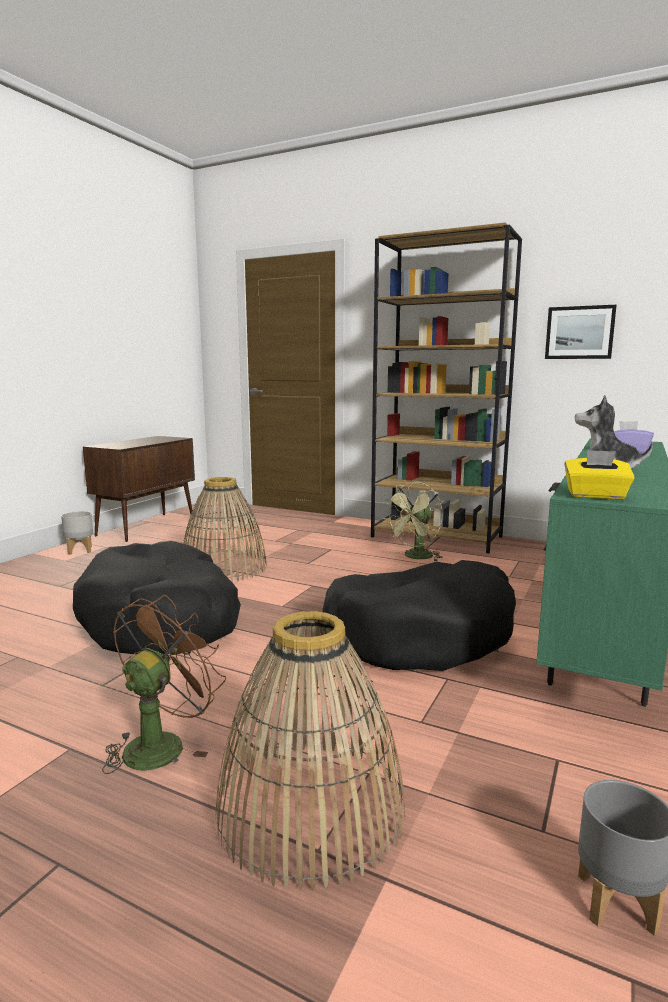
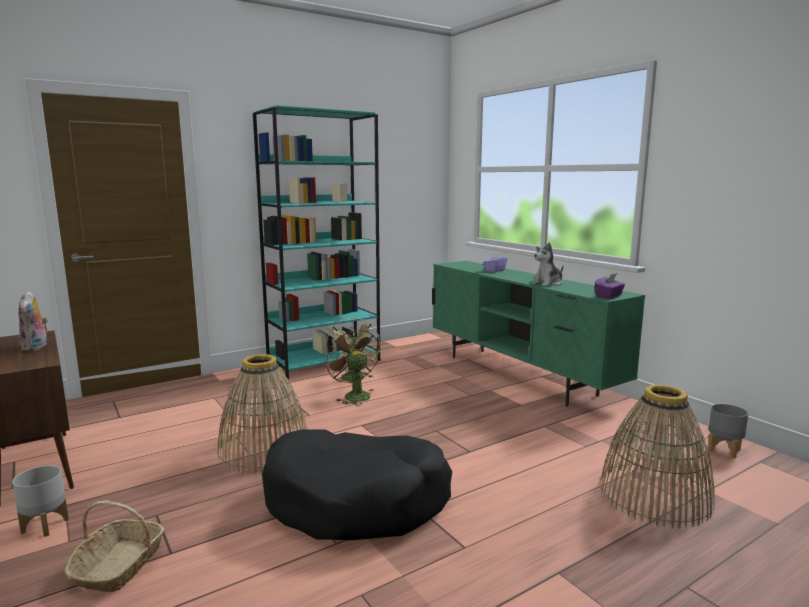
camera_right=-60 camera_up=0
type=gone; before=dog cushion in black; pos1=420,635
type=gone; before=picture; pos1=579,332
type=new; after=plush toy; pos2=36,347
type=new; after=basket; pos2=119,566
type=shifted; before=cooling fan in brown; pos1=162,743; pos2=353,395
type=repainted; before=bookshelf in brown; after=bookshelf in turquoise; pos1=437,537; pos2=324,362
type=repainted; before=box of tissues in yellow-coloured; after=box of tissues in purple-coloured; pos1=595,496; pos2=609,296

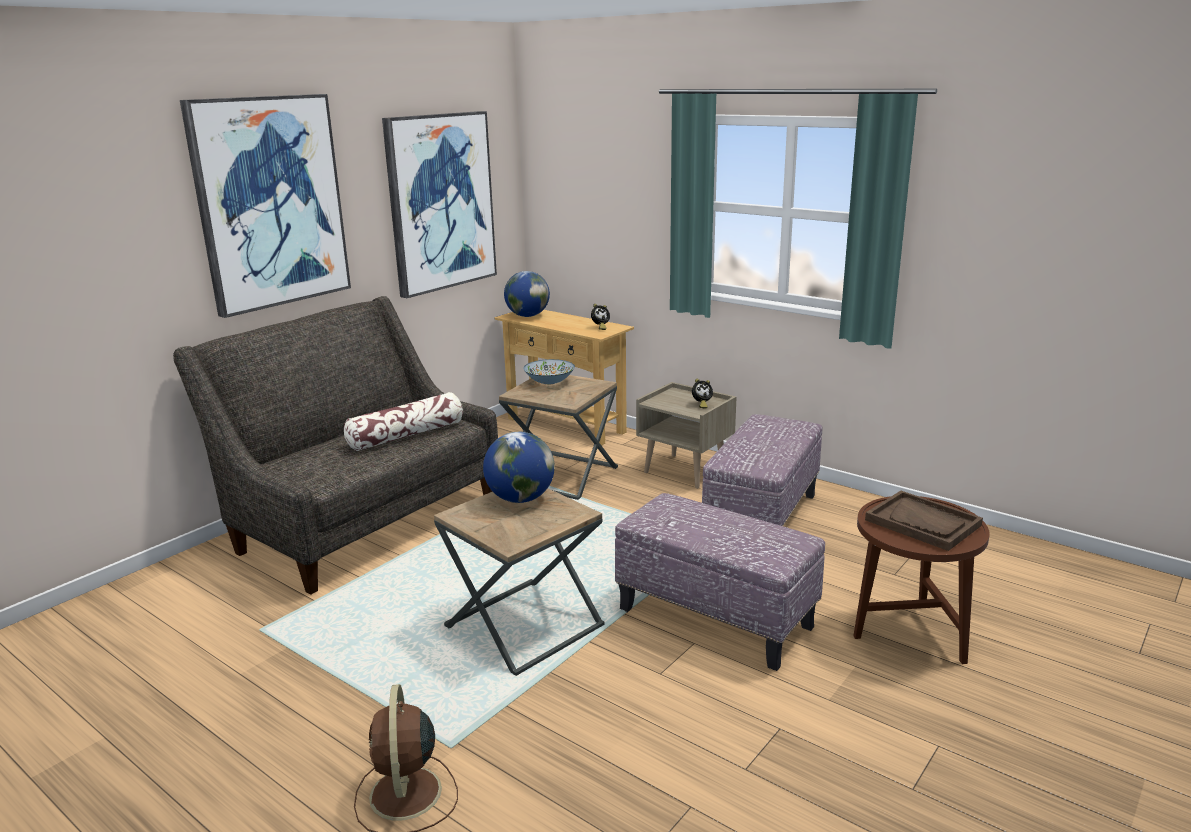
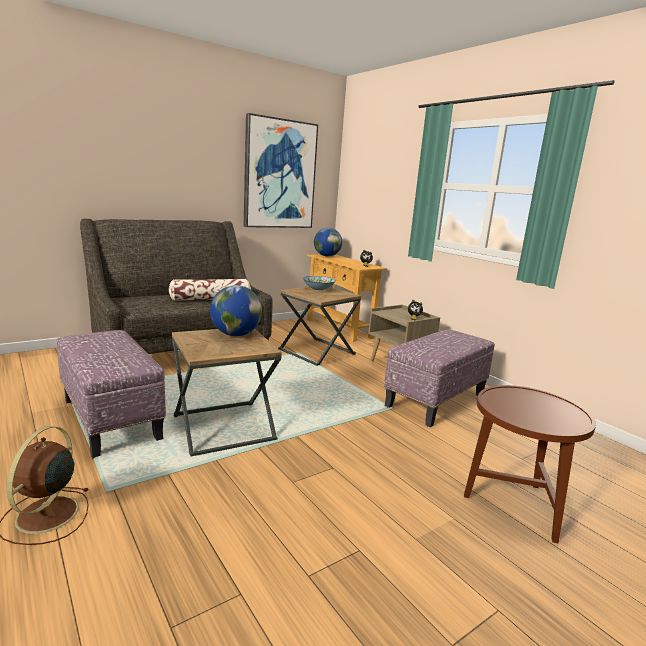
camera_right=15 camera_up=-5
type=gone; before=picture; pos1=270,202
type=gone; before=tray in brown; pos1=923,523
type=shifted; before=pouffe; pos1=716,618; pos2=112,419

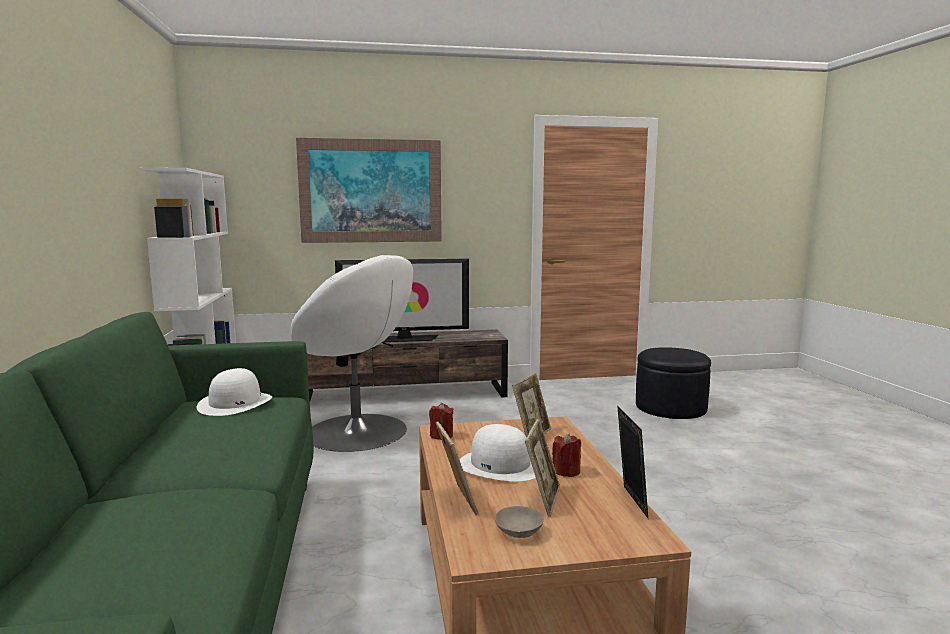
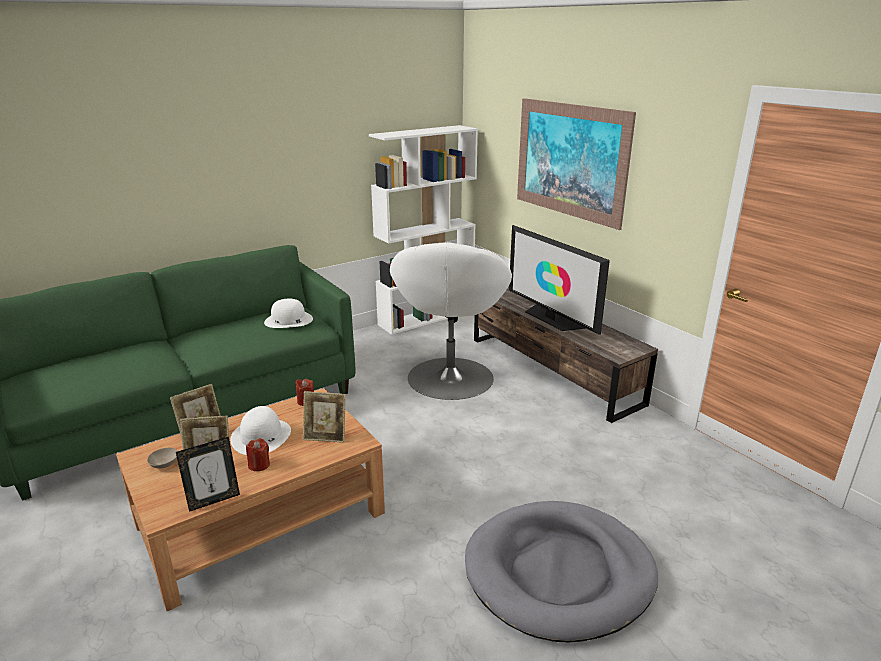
camera_right=65 camera_up=15
type=gone; before=pouffe in black; pos1=670,407
type=new; after=dog cushion in gray; pos2=559,573

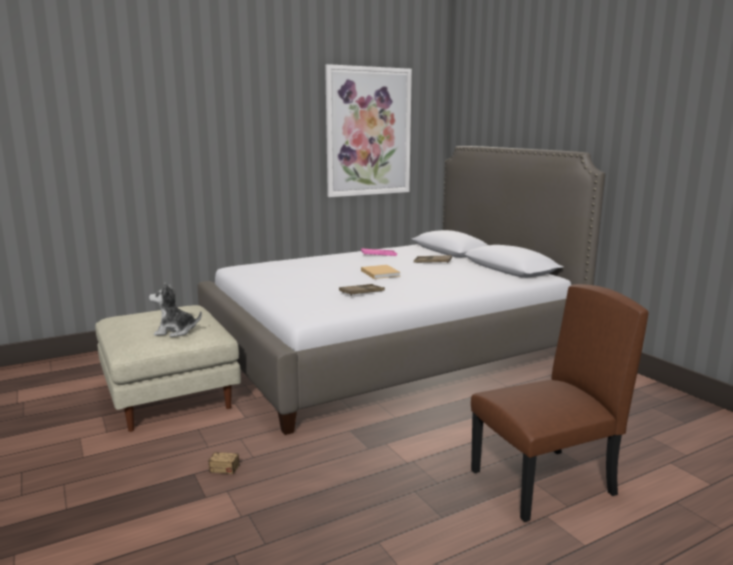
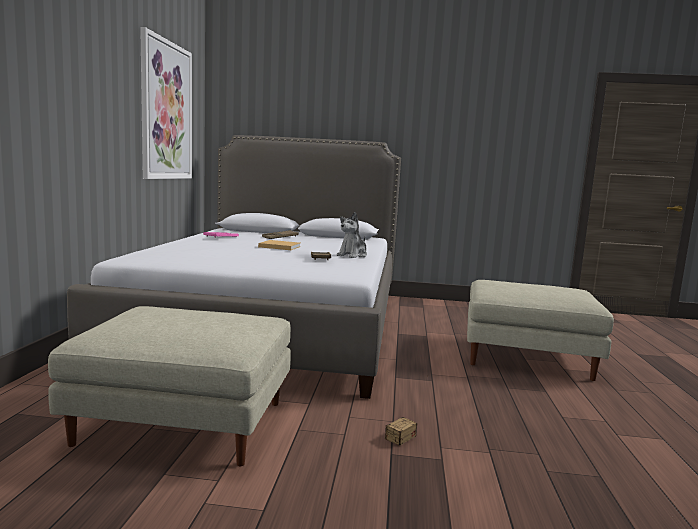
camera_right=-55 camera_up=-5
type=shifted; before=plush toy; pos1=175,331; pos2=352,255
type=swapped; before=upright chair in brown; after=pouffe in sand-coloured; pos1=543,483; pos2=528,357

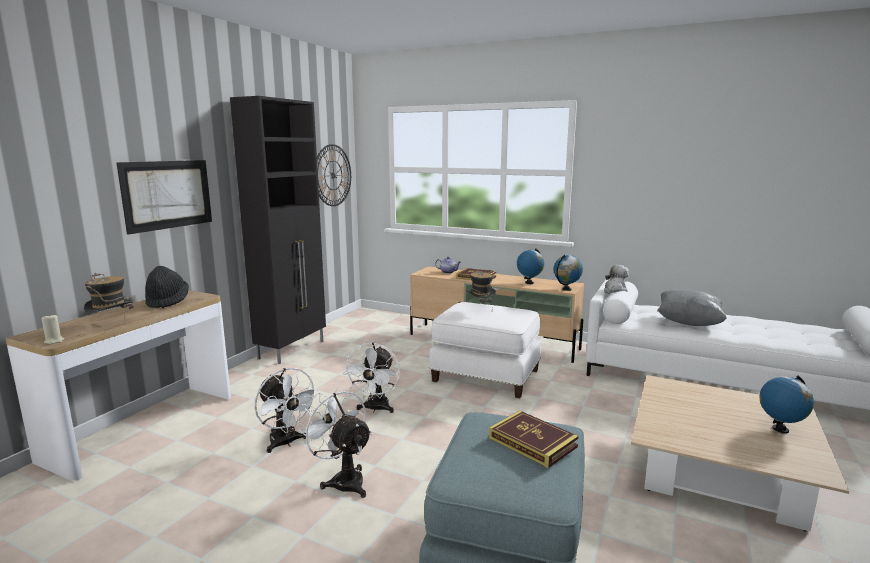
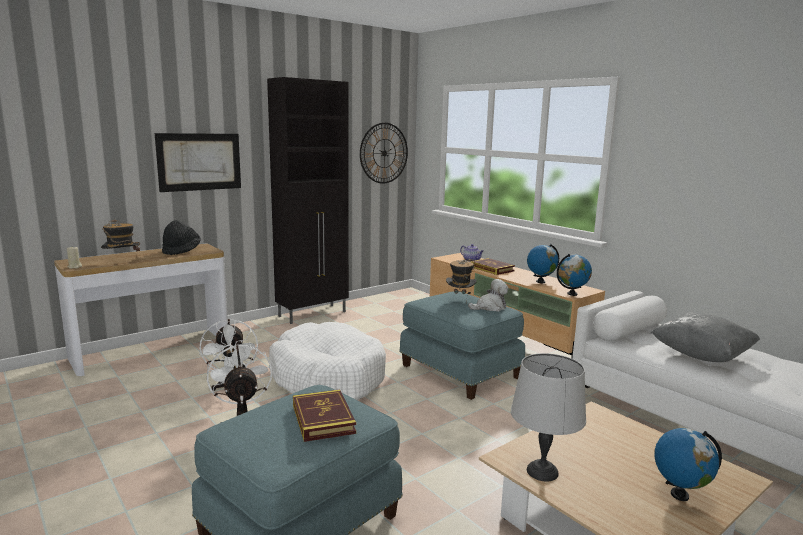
camera_right=25 camera_up=0
type=new; after=lamp for a table in gray; pos2=542,472
type=shifted; before=plush toy; pos1=614,290; pos2=490,307
type=swapped; before=cooling fan in white; after=dog cushion in white; pos1=375,409; pos2=327,377
type=repainted; before=pouffe in white; after=pouffe in bluish; pos1=485,376; pos2=459,372

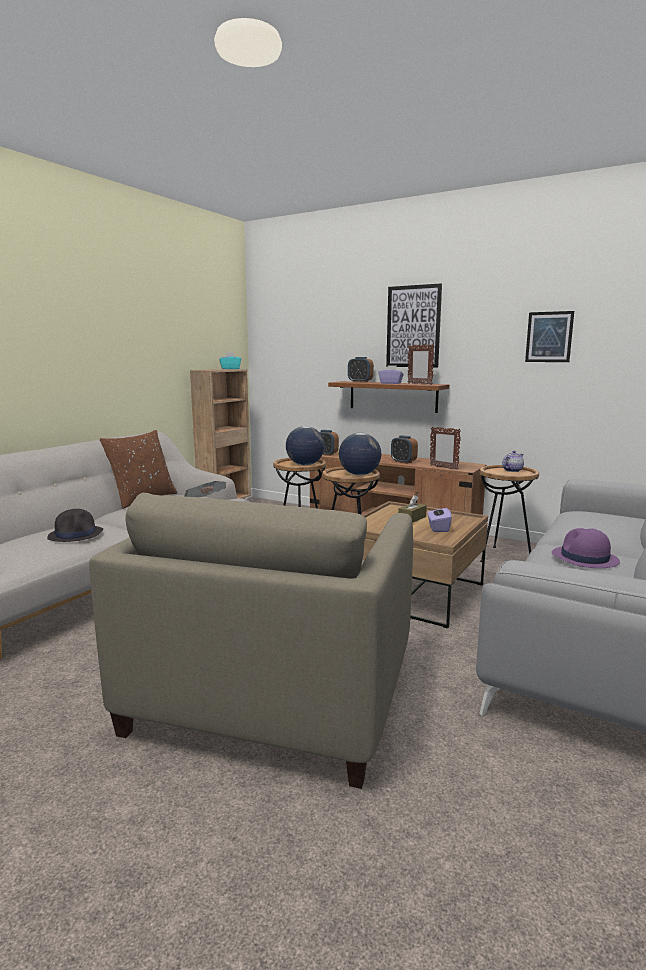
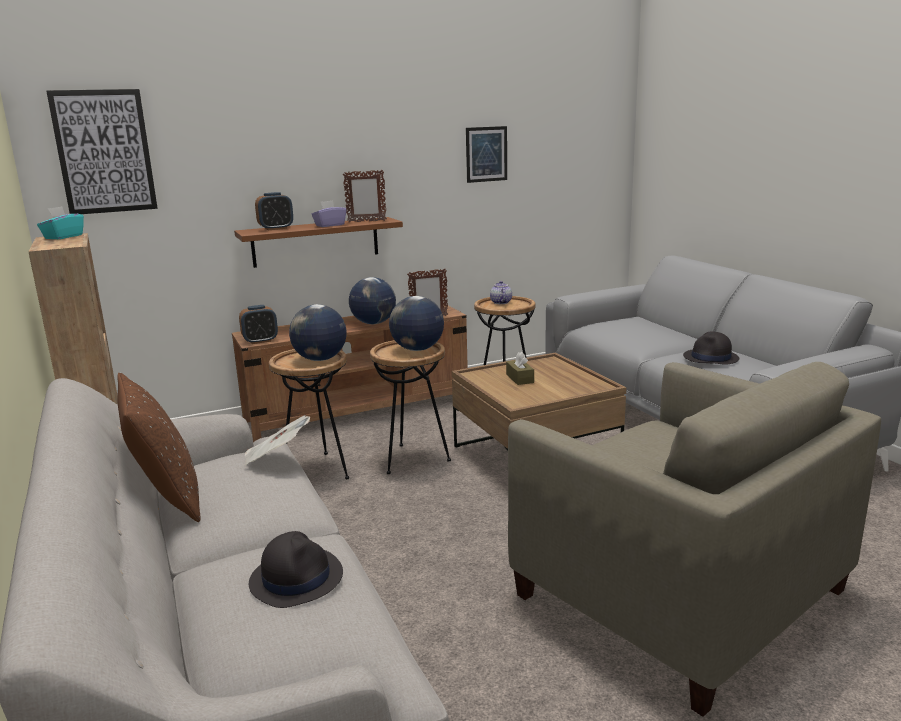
camera_right=-55 camera_up=5
type=gone; before=box of tissues in purple-coloured; pos1=438,528
type=shifted; before=picture; pos1=413,326; pos2=104,152
type=swapped; before=bedside clock; after=desk globe; pos1=403,462; pos2=374,323
type=repainted; before=wearable hat in purple-coloured; after=wearable hat in black; pos1=584,558; pos2=711,358

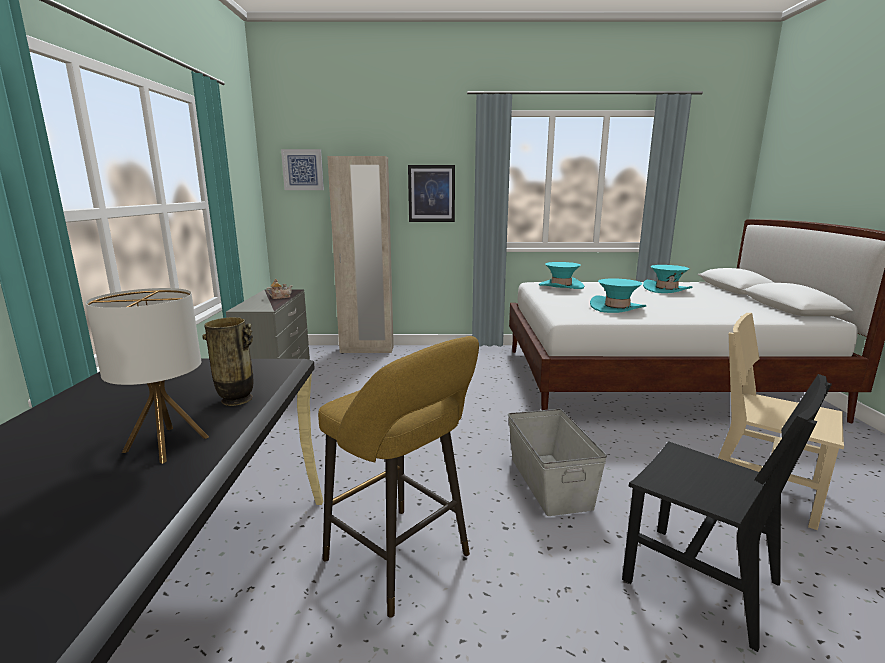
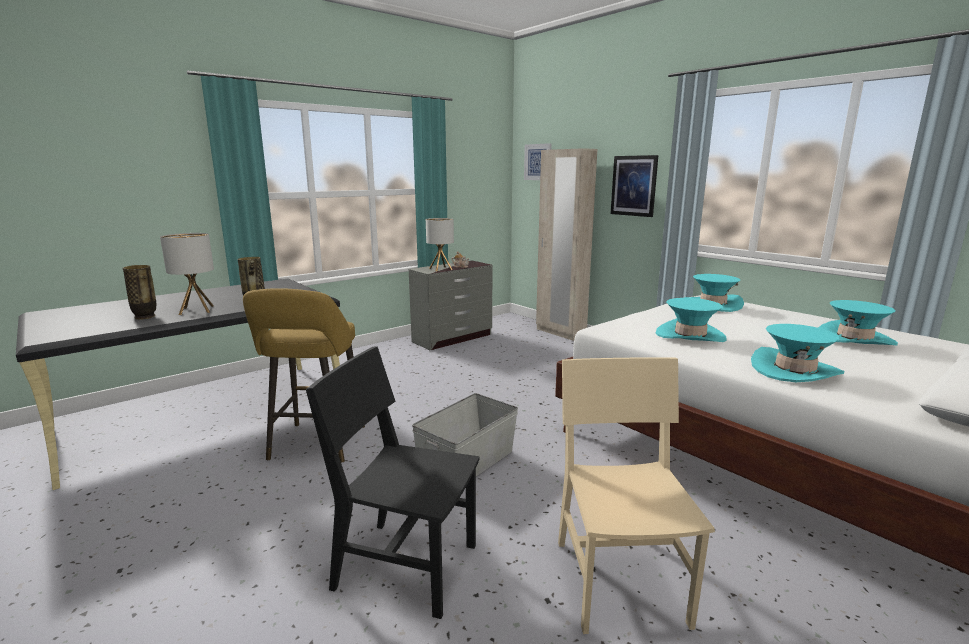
camera_right=50 camera_up=0
type=new; after=flower vase; pos2=145,317
type=new; after=lamp for a table; pos2=440,269
type=new; after=wearable hat in turquoise; pos2=794,370
type=rotated; before=upright chair in black; pos1=700,581; pos2=406,566; turn=105

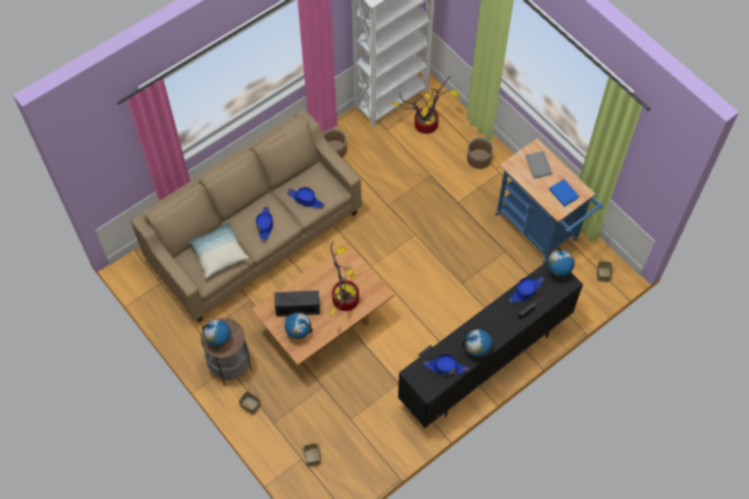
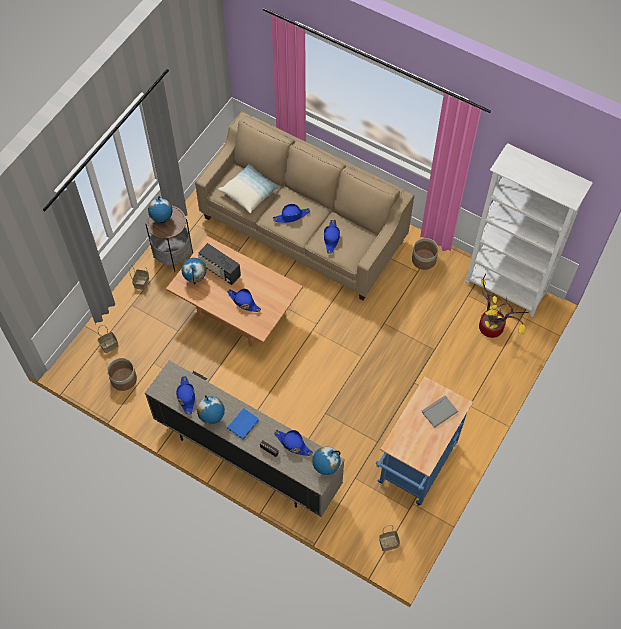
camera_right=70 camera_up=0
type=shifted; before=flower pot; pos1=478,159; pos2=123,379
type=shifted; before=volume in bluish; pos1=563,193; pos2=244,424
type=swapped; before=plant in a pot; after=wearable hat in bluish; pos1=343,298; pos2=243,302
type=repainted; before=media console in black; after=media console in sand-coloured; pos1=484,364; pos2=246,458
type=rotated; before=radio; pos1=298,308; pos2=220,271; turn=150

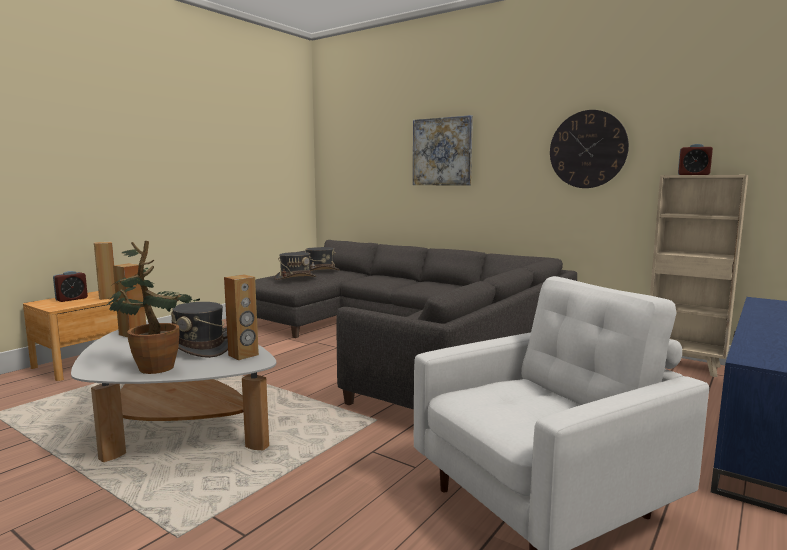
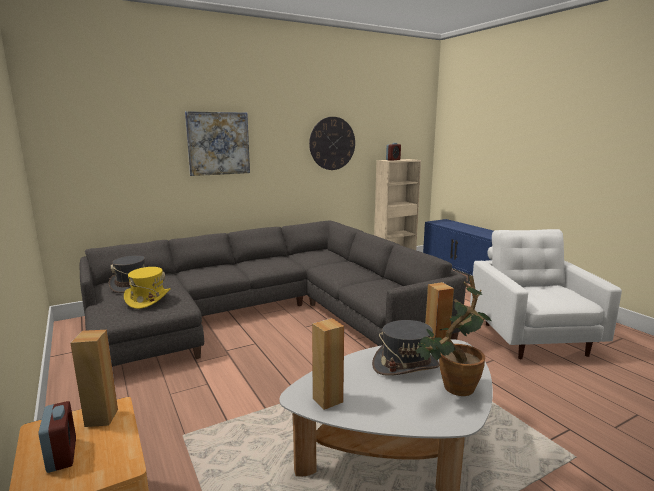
camera_right=-65 camera_up=5
type=repainted; before=wearable hat in gray; after=wearable hat in yellow-coloured; pos1=295,278; pos2=148,299

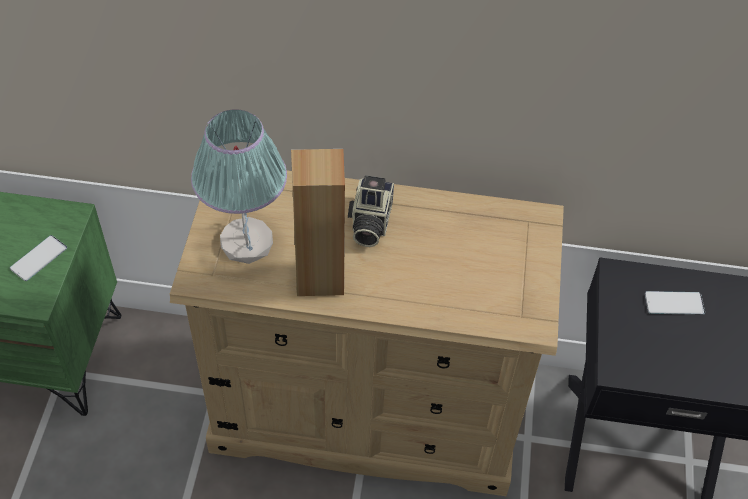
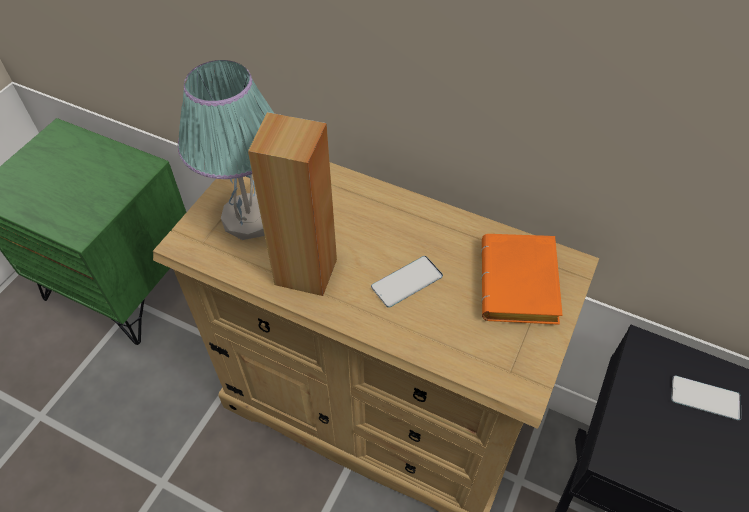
camera_right=20 camera_up=0
type=gone; before=photo camera; pos1=369,223
type=new; after=volume in orangey; pos2=521,287
type=shifted; before=handset; pos1=39,258; pos2=407,281

